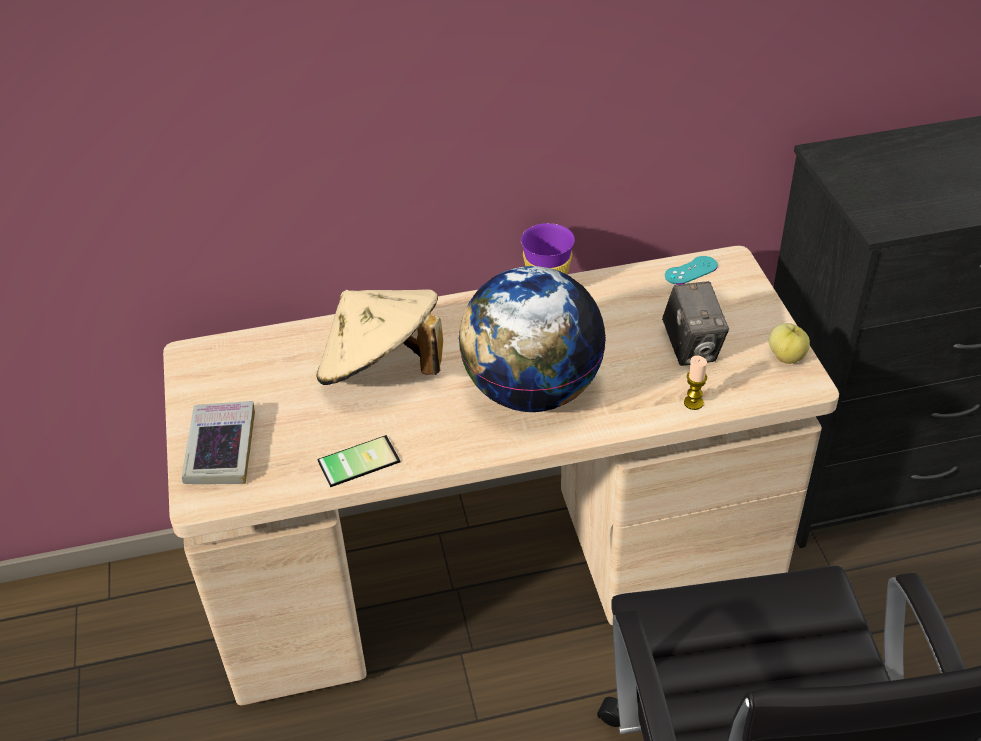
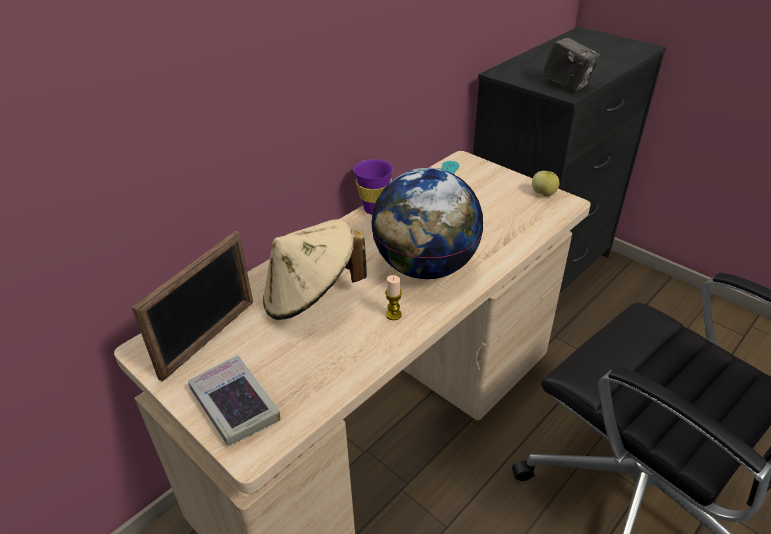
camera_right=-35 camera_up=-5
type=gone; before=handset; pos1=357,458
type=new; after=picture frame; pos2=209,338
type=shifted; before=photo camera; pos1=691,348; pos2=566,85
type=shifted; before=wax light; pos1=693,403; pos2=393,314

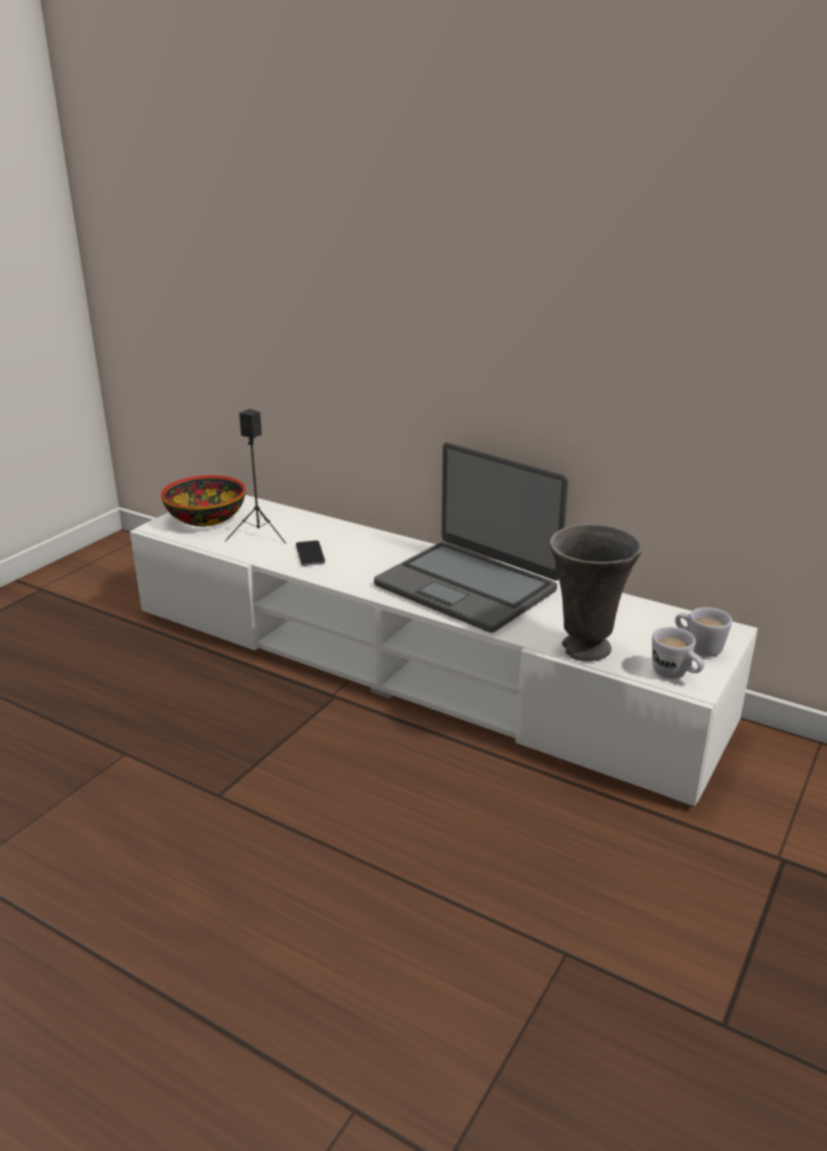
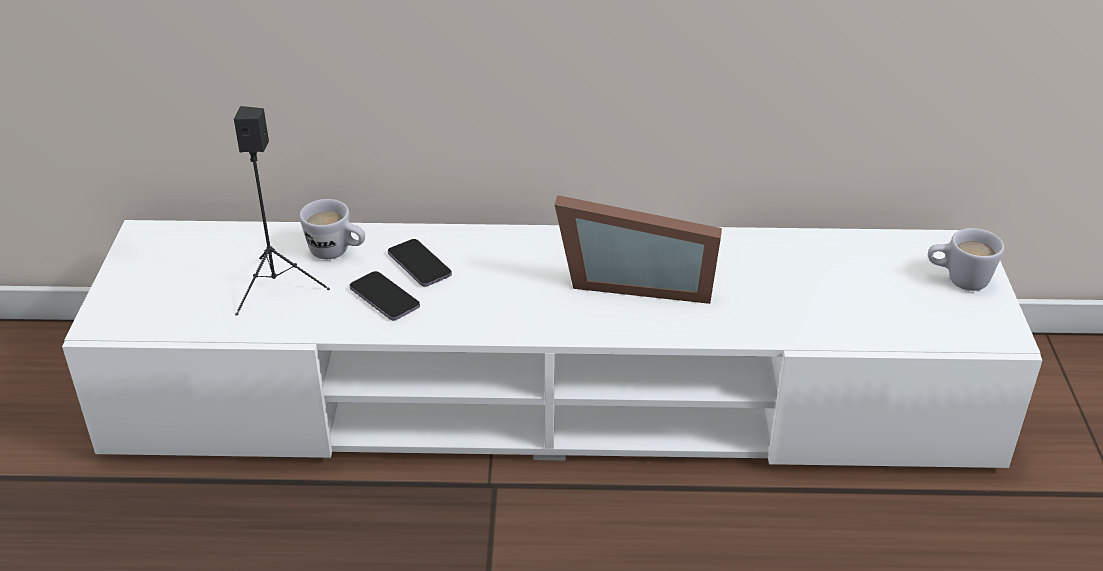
camera_right=-30 camera_up=10
type=gone; before=bowl; pos1=207,518
type=gone; before=flower vase in gray; pos1=585,650
type=new; after=handset; pos2=419,265
type=shifted; before=tea mug in white; pos1=675,675; pos2=337,253
type=swapped; before=portable computer; after=picture frame; pos1=467,587; pos2=636,281

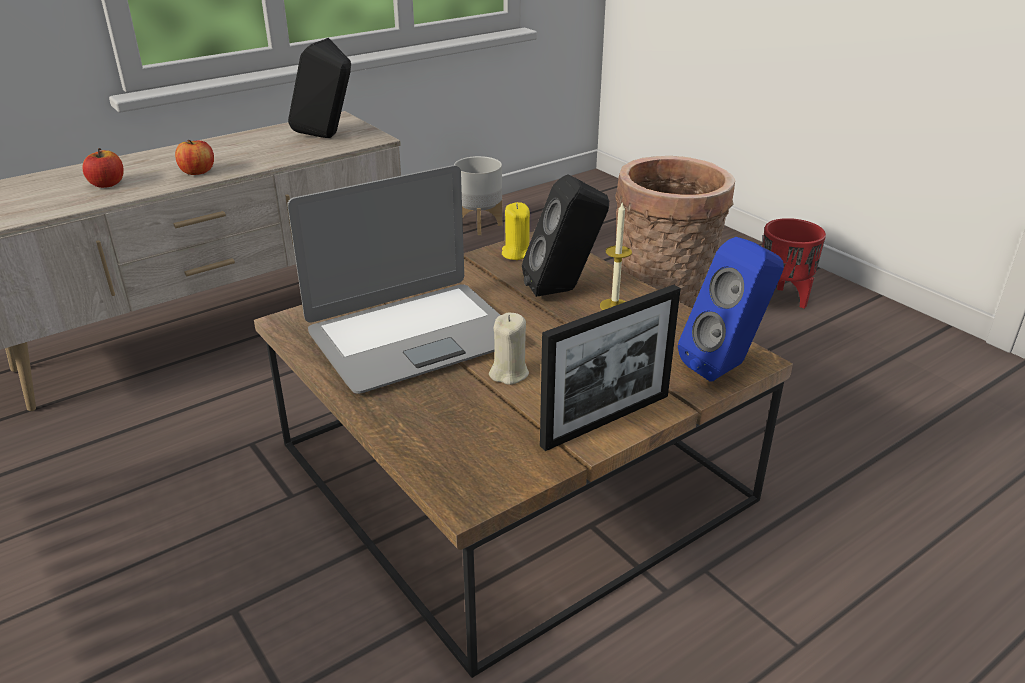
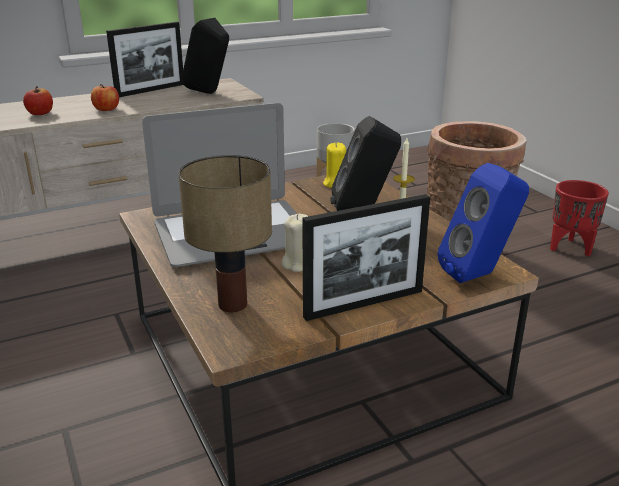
camera_right=10 camera_up=-5
type=new; after=picture frame; pos2=150,90
type=new; after=lamp for a table; pos2=234,305

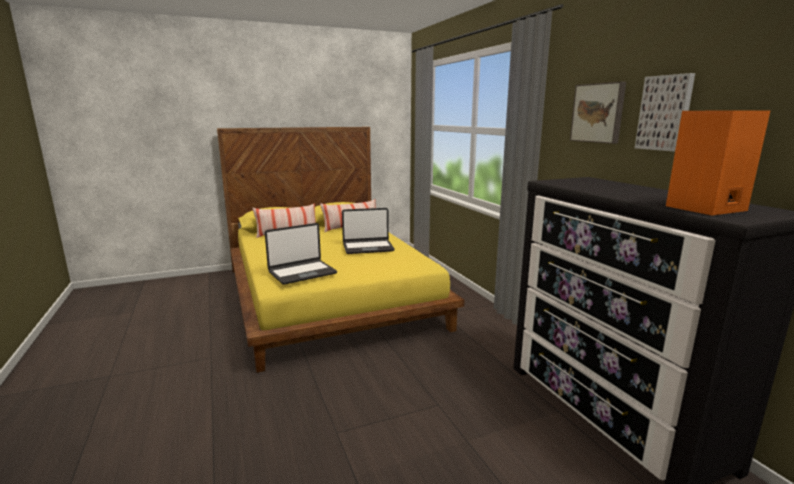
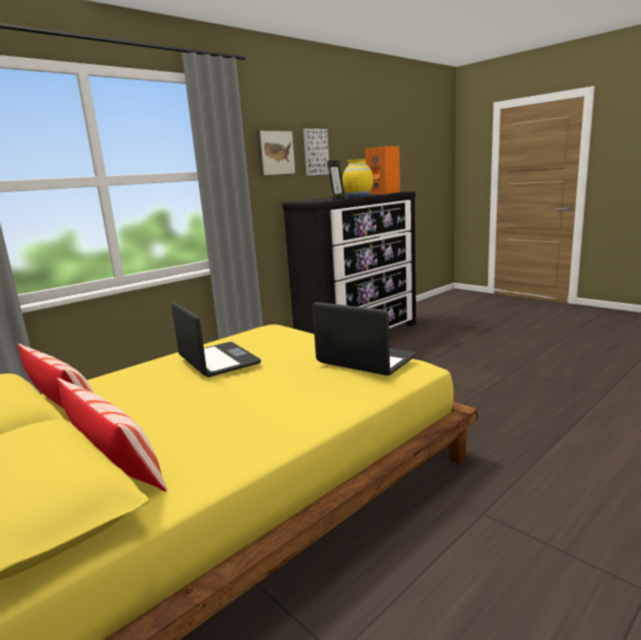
camera_right=-110 camera_up=0
type=new; after=picture frame; pos2=337,198
type=new; after=flower vase in yellow-coloured; pos2=358,196

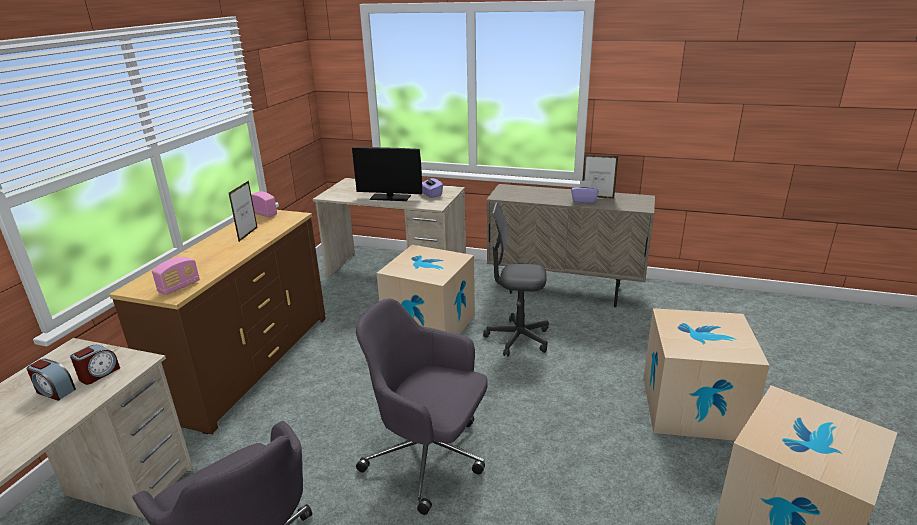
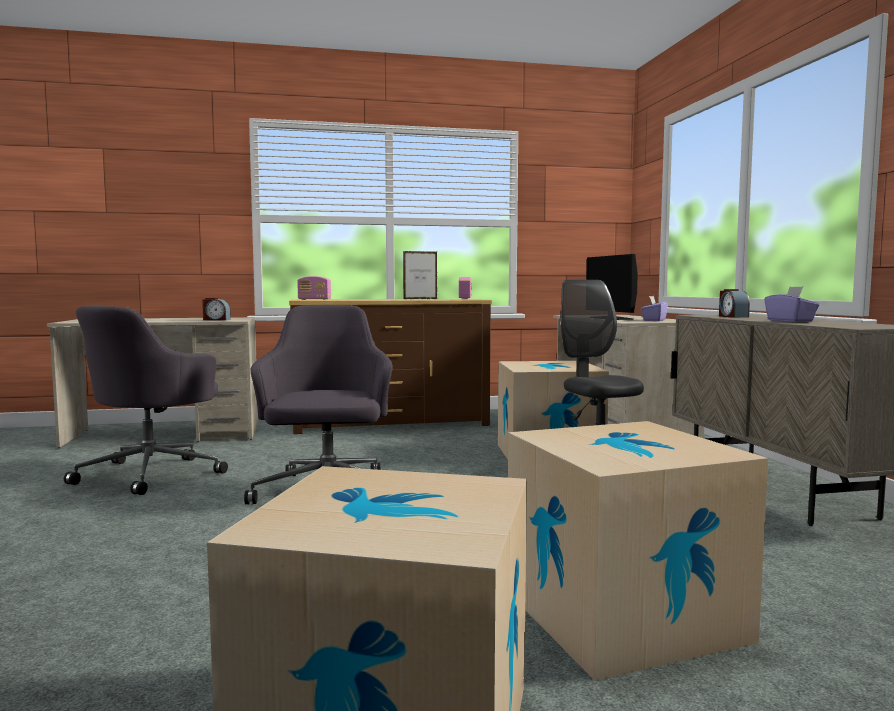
camera_right=60 camera_up=-20
type=gone; before=picture frame; pos1=597,197
type=shifted; before=bedside clock; pos1=55,391; pos2=732,316

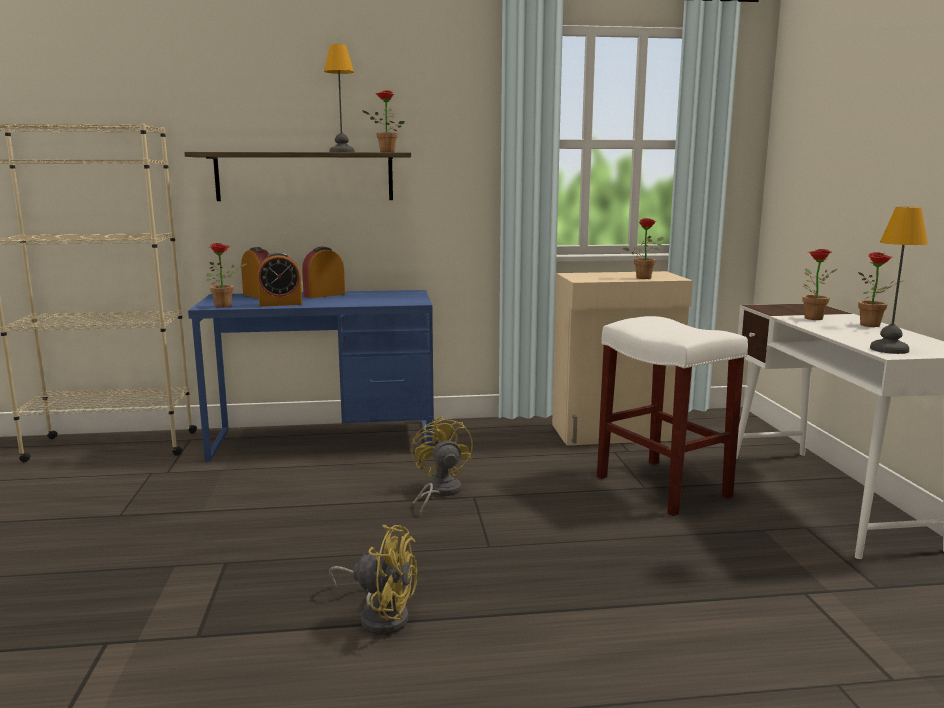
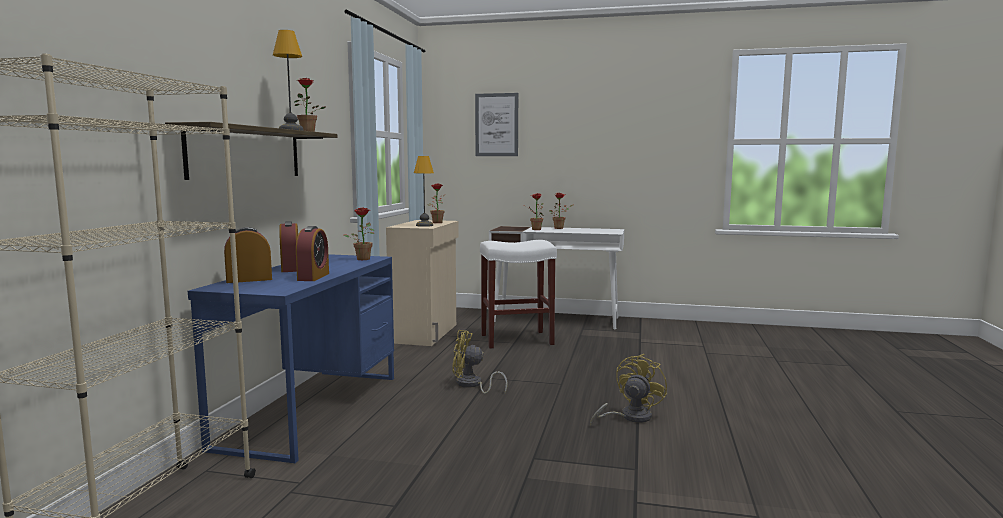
camera_right=-70 camera_up=-5
type=new; after=picture; pos2=496,125
type=shifted; before=plant in a pot; pos1=227,305; pos2=363,258
type=shifted; before=lamp for a table; pos1=888,349; pos2=424,225

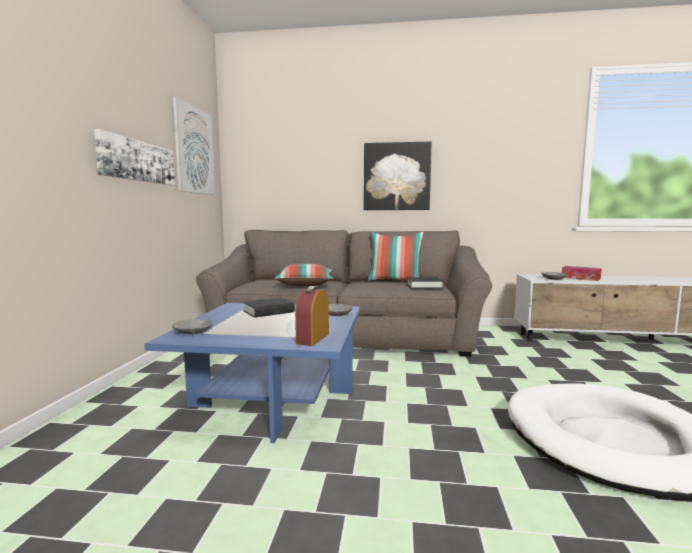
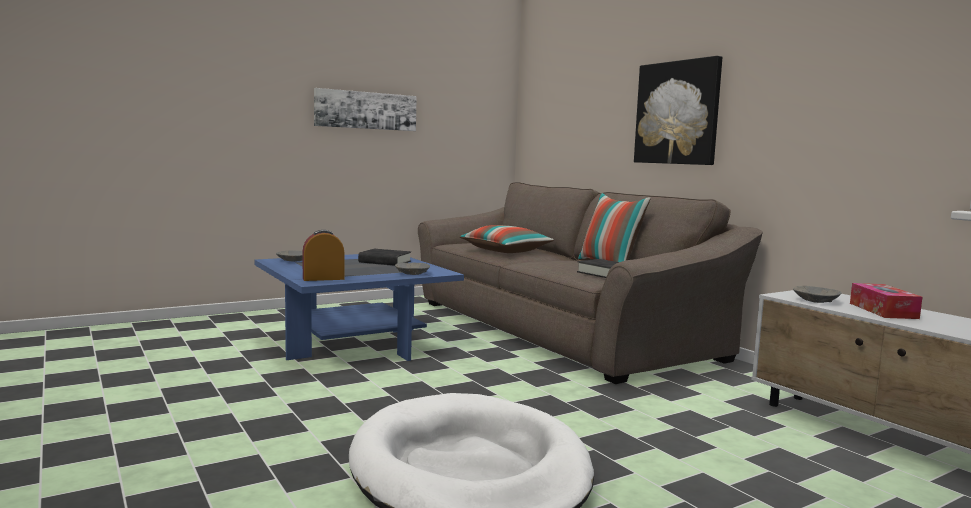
camera_right=50 camera_up=0
type=gone; before=picture; pos1=194,150

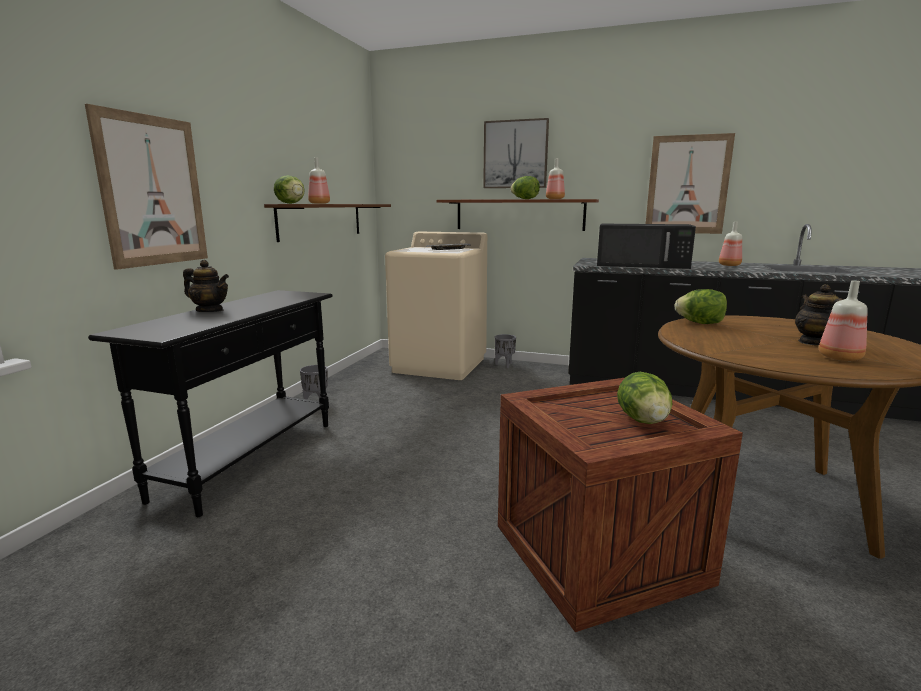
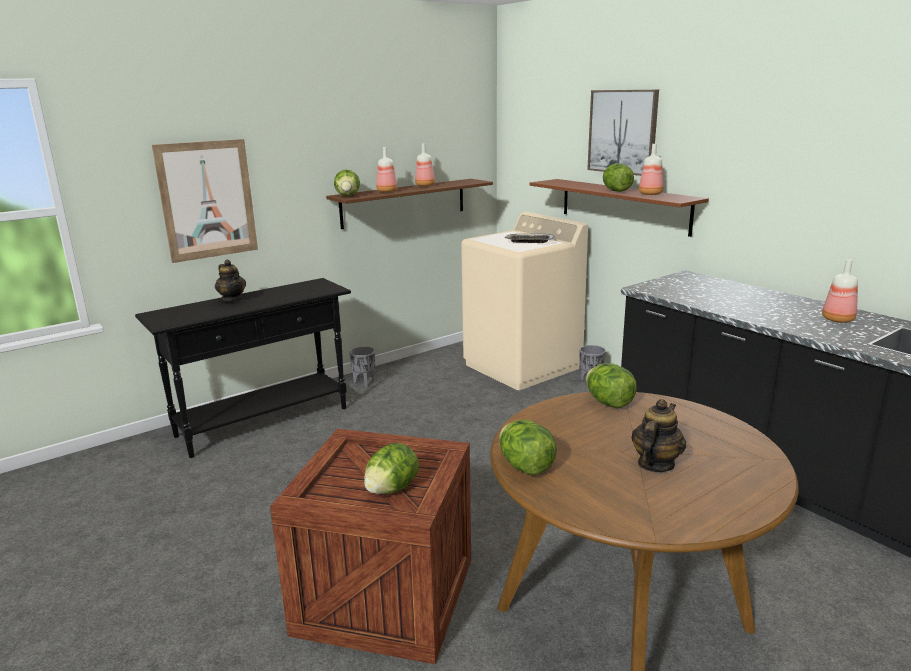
camera_right=35 camera_up=5
type=gone; before=kitchen microwave in black; pos1=643,264
type=gone; before=picture; pos1=687,185
type=new; after=head of lettuce; pos2=525,467
type=shifted; before=bottle; pos1=839,357; pos2=425,185

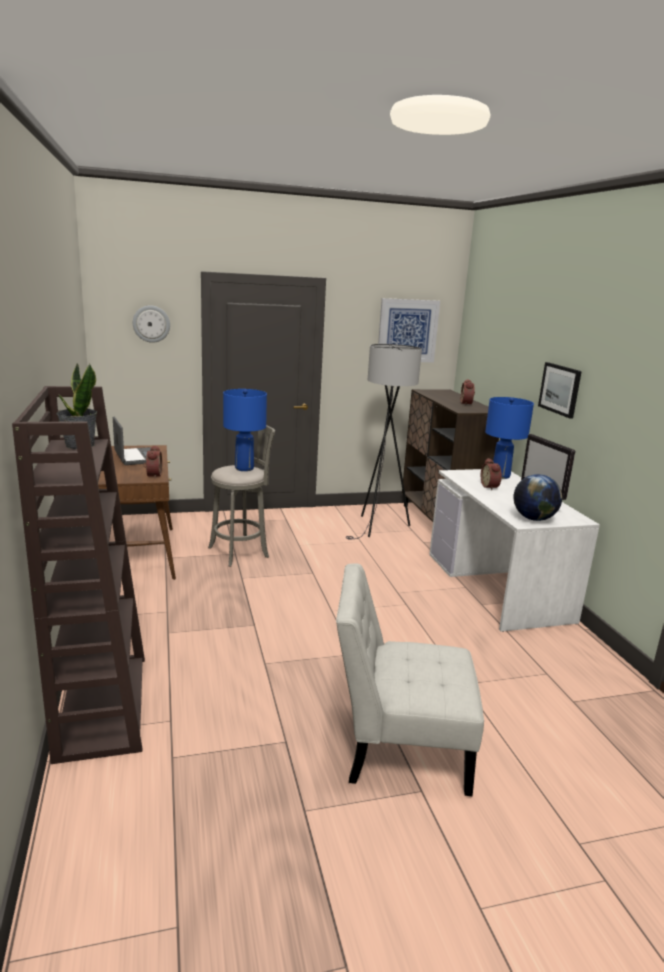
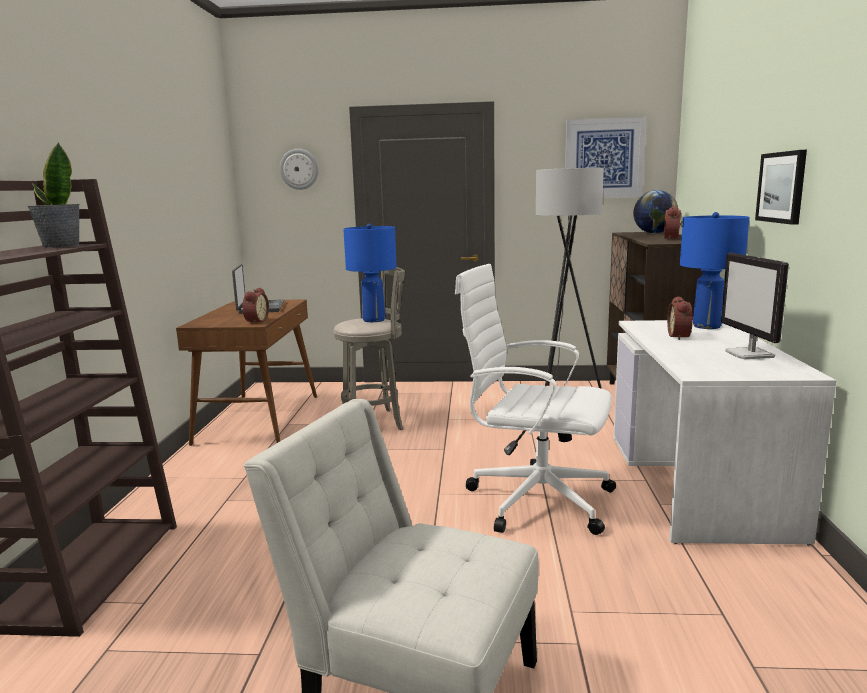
camera_right=20 camera_up=-5
type=new; after=computer chair in white; pos2=535,499
type=shifted; before=desk globe; pos1=533,518; pos2=654,233

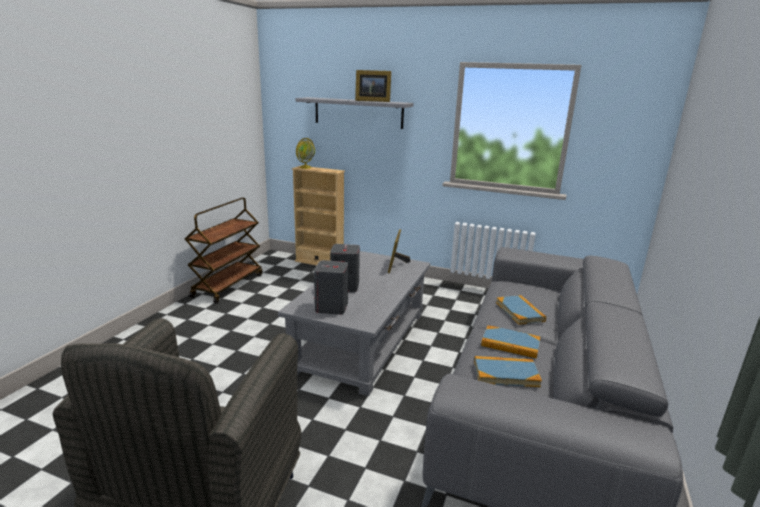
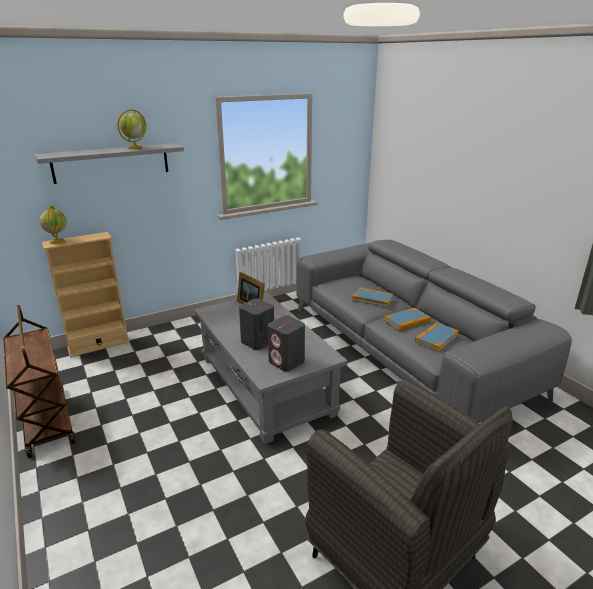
camera_right=-50 camera_up=5
type=swapped; before=picture frame; after=desk globe; pos1=371,101; pos2=135,148

